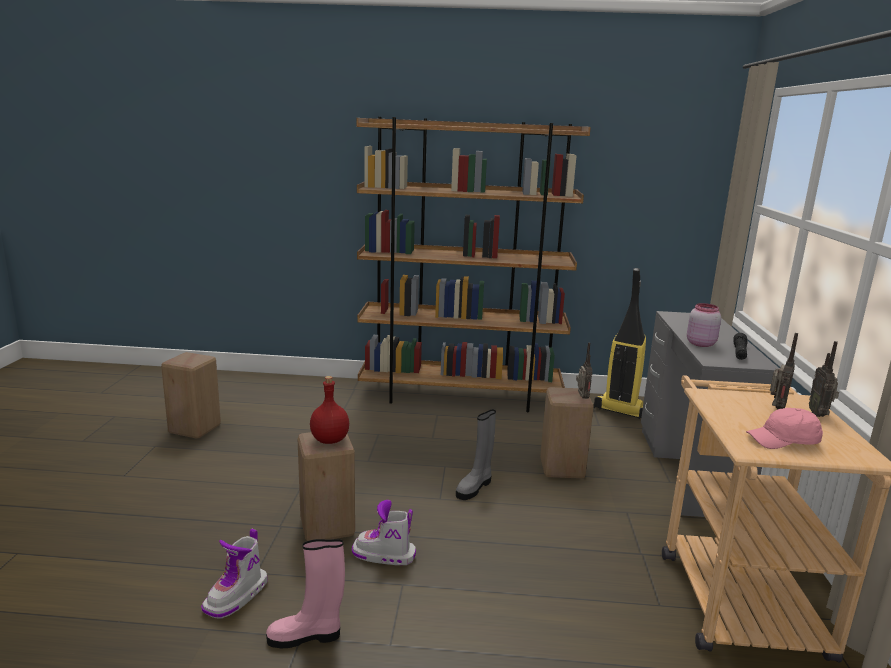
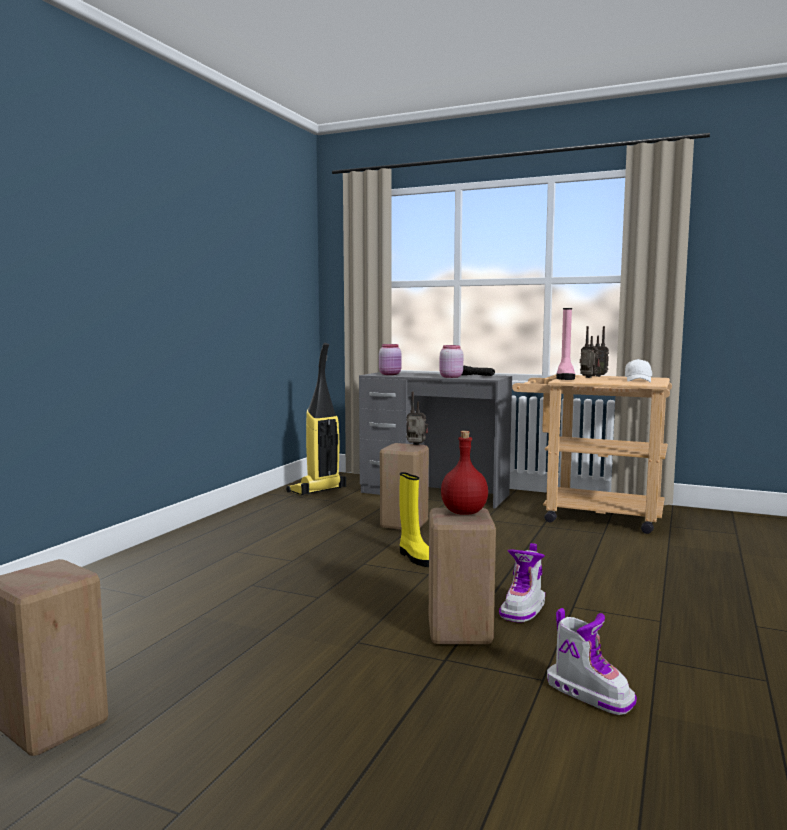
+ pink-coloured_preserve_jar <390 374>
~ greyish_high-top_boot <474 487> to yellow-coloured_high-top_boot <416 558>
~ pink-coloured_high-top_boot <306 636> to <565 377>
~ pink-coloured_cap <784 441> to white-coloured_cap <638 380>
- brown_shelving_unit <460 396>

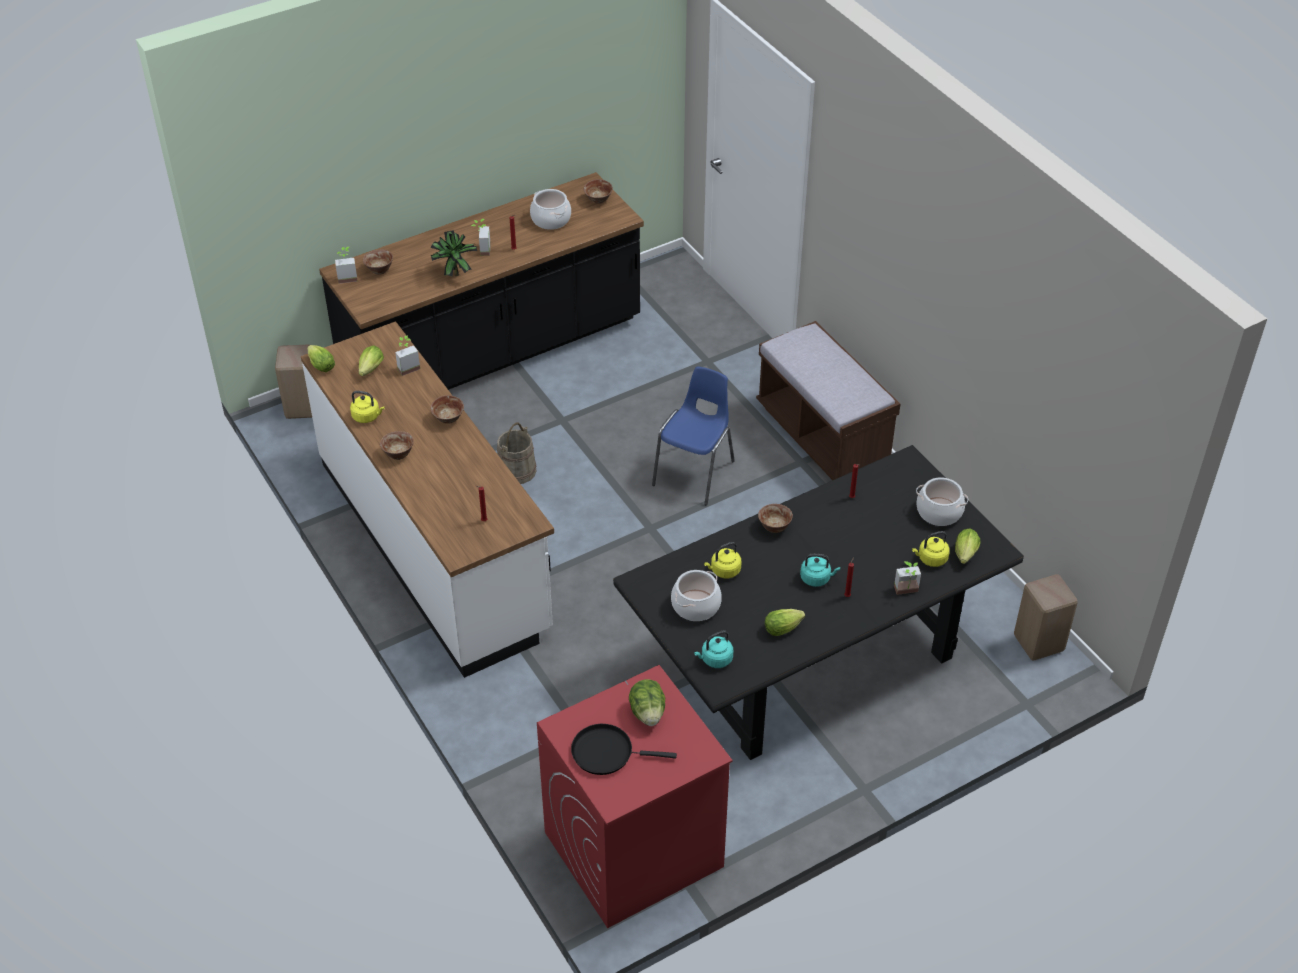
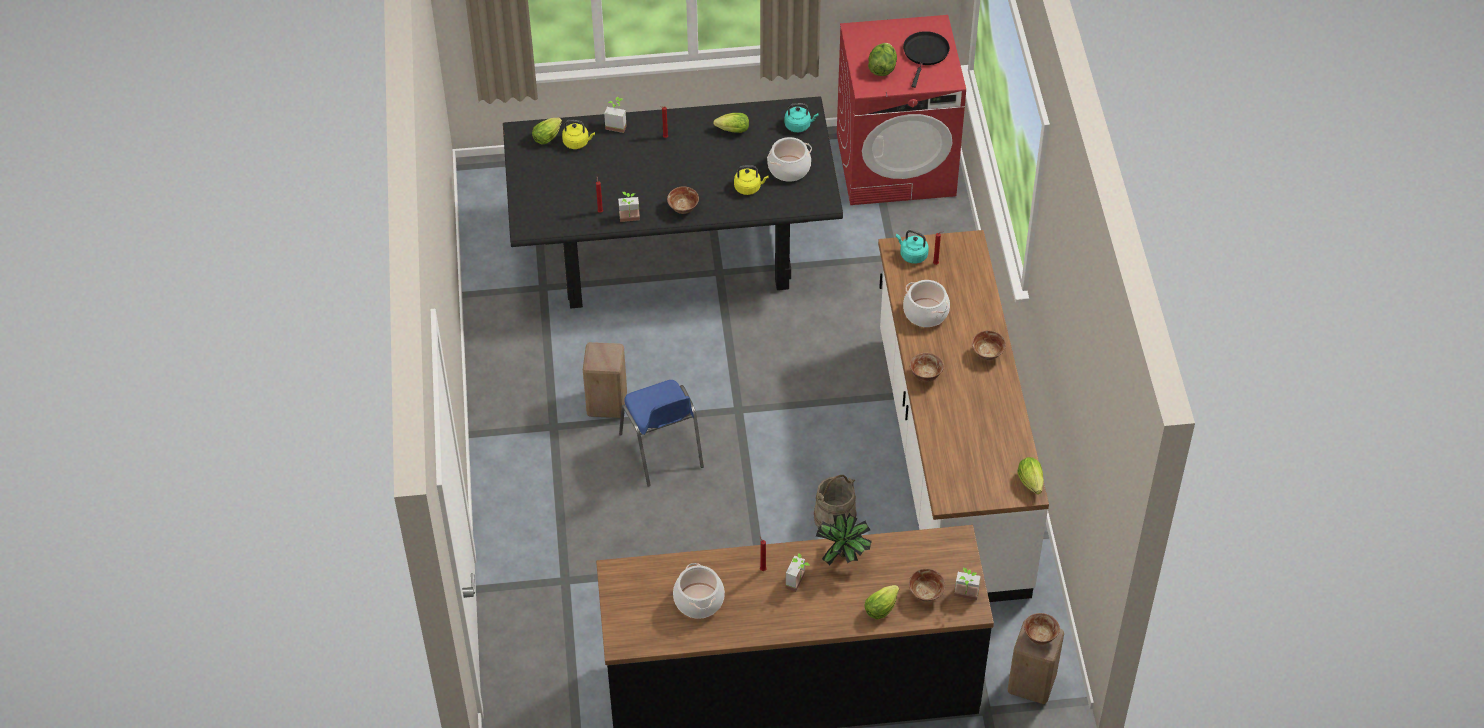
~ beige_sitting_stool <1038 644> to <608 403>
~ plant_in_a_pot <407 367> to <630 220>
~ blue-coloured_plain_chair <695 473> = <662 451> 75 degrees counterclockwise
~ head_of_lettuce <370 370> to <882 607>
~ blue-green_tea_kettle <817 578> to <912 255>
~ black-coloured_skillet <606 752> = <925 54> 105 degrees counterclockwise
~ stockpot <939 512> to <926 313>
~ deep_dish <598 200> to <1039 637>
- yellow-coloured_tea_kettle <367 416>
- brown_bench <822 435>

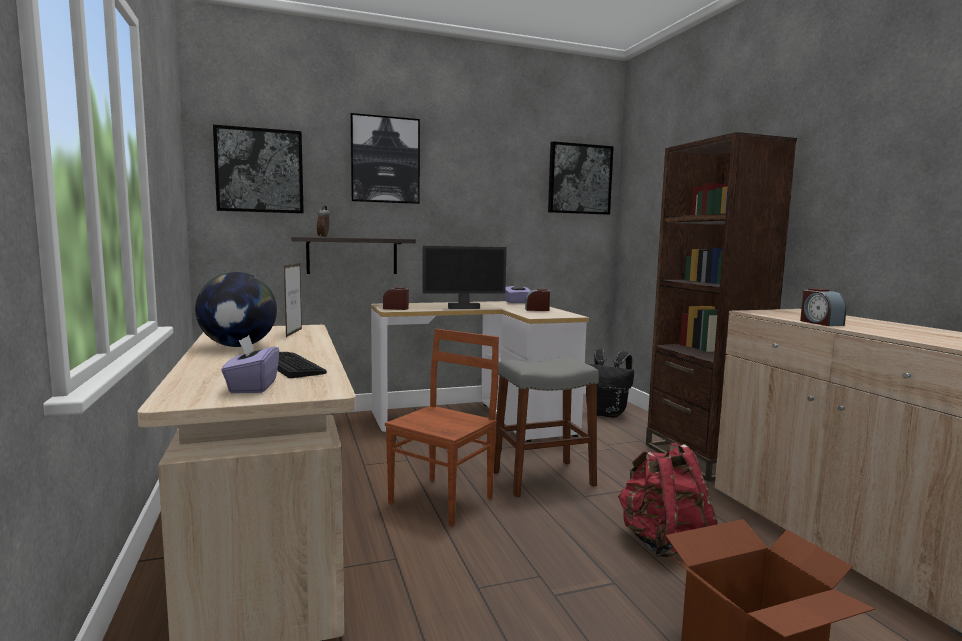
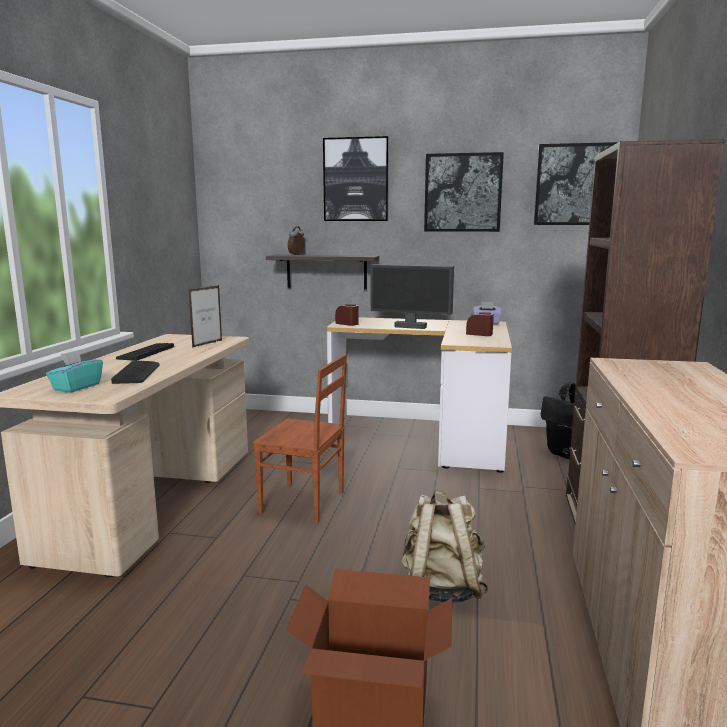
~ purplish_tissue_box <252 387> to blue-green_tissue_box <76 387>
~ globe <238 346> to PC_keyboard <145 352>
~ brown_plain_chair <443 500> = <303 503> 45 degrees clockwise
~ red_knapsack <662 543> to beige_knapsack <441 589>
~ wall_picture <259 171> to <463 193>
- greyish_sitting_stool <543 478>
- table_clock <820 323>

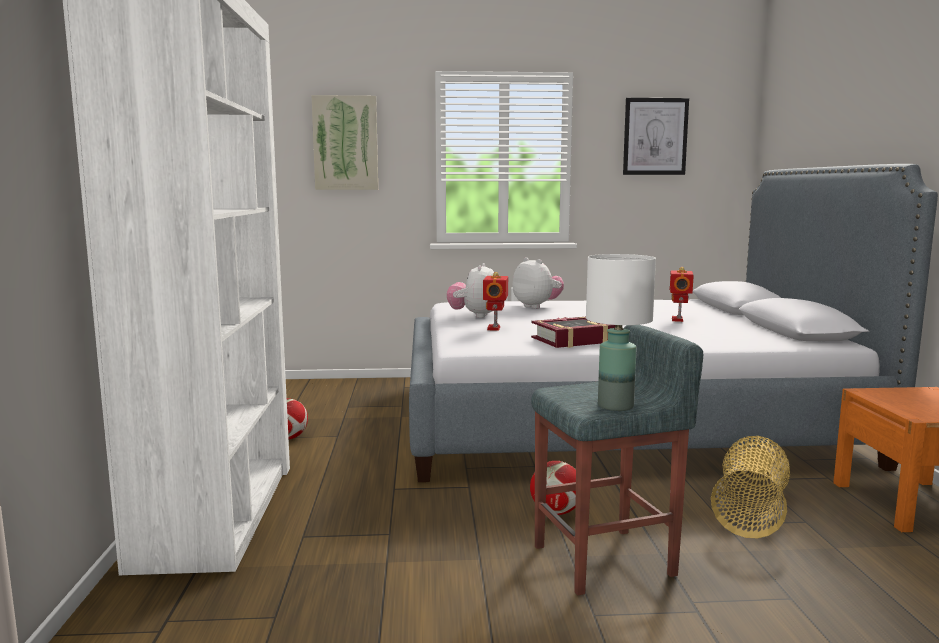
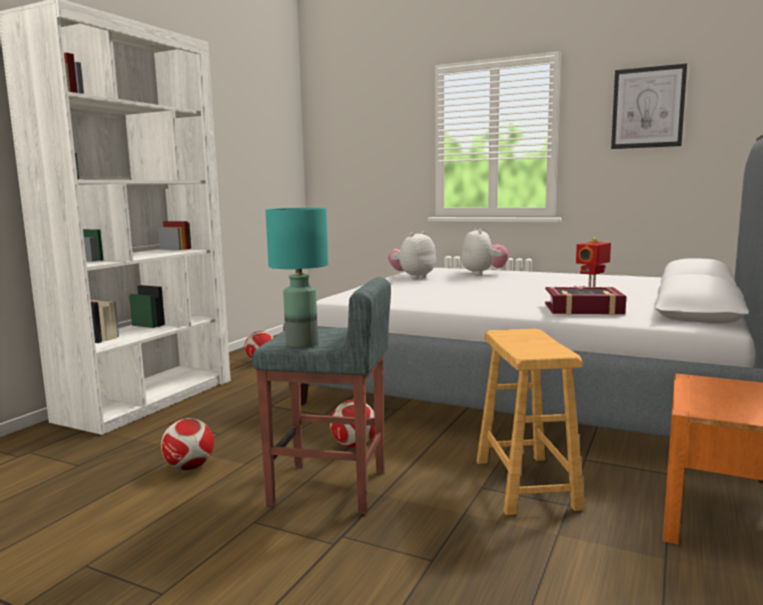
+ ball_for_football <189 467>
~ white-coloured_table_lamp <616 406> to blue-green_table_lamp <303 344>
~ storage_basket <751 511> to brown_sitting_stool <526 483>
~ book <573 340> to <583 309>
- wall_picture <345 143>
- robot_figure <495 328>

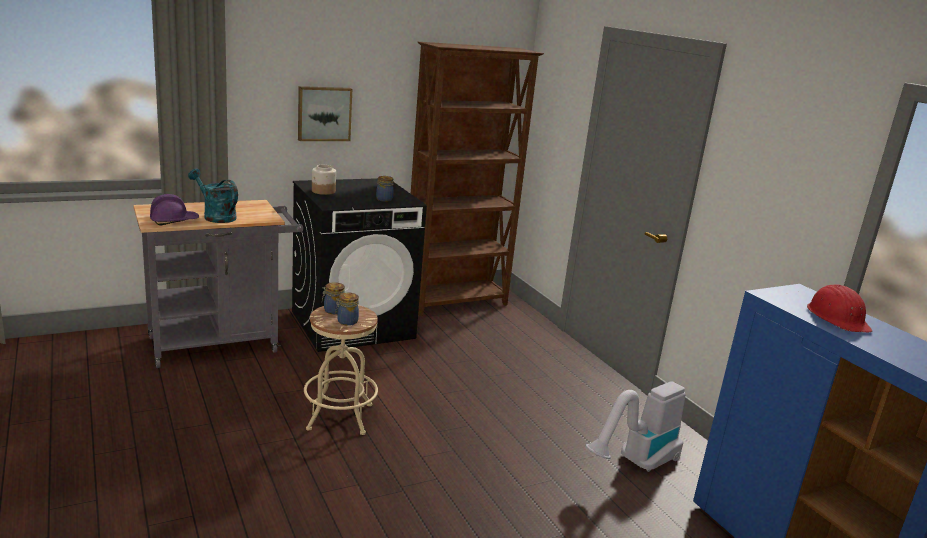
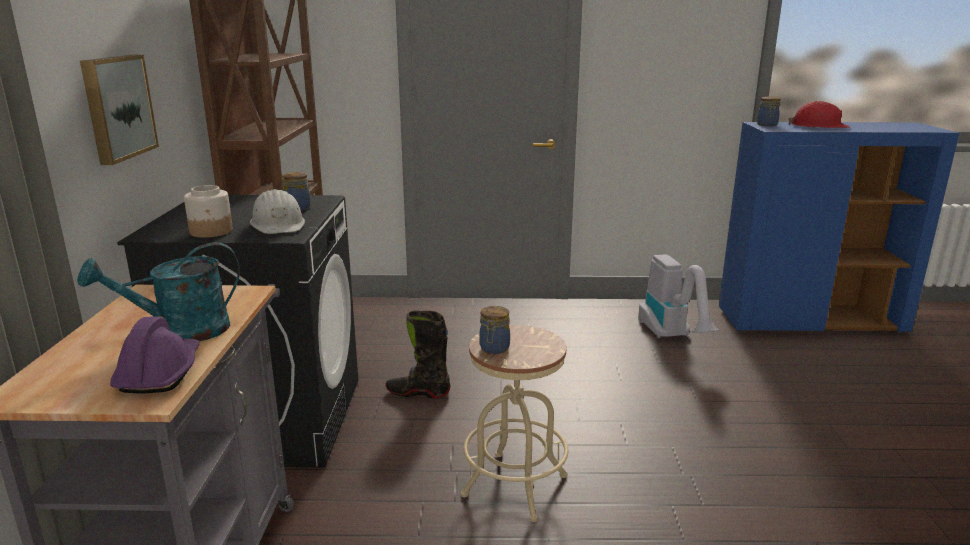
+ white-coloured_work_helmet <278 224>
+ black-coloured_high-top_boot <418 392>
~ preserve_jar <346 321> to <767 125>

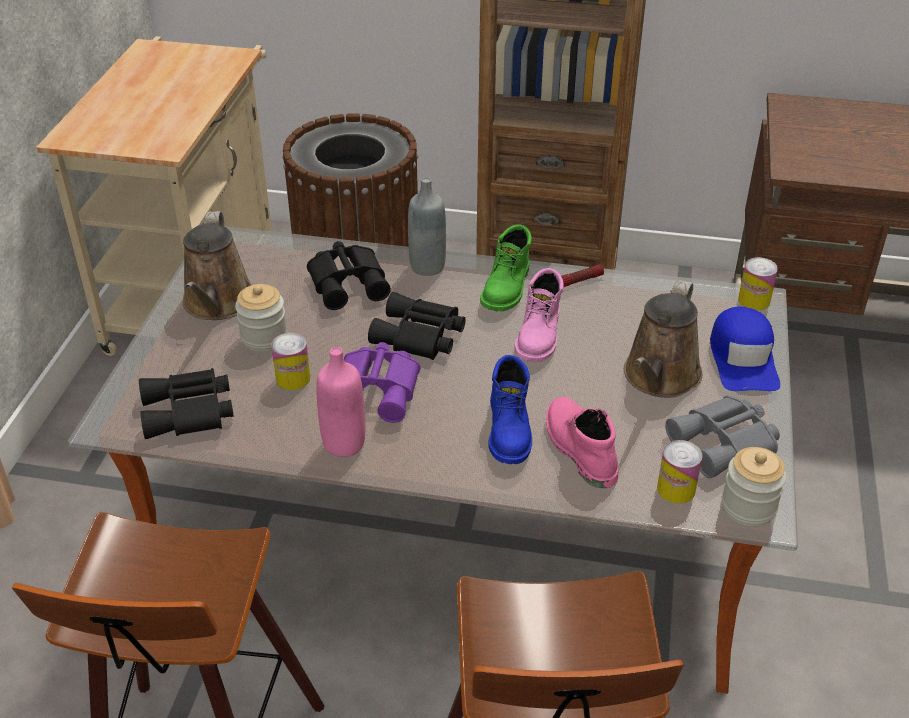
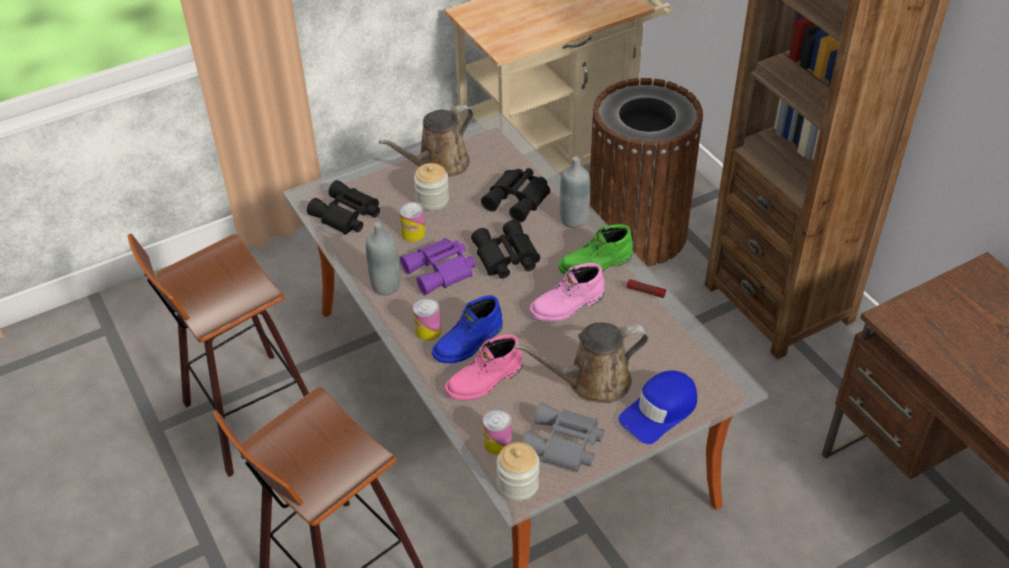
~ pink-coloured_drink_bottle <344 443> to greyish_drink_bottle <386 286>
~ can <754 300> to <428 330>
~ pink-coloured_high-top_boot <578 449> = <485 381> 150 degrees counterclockwise

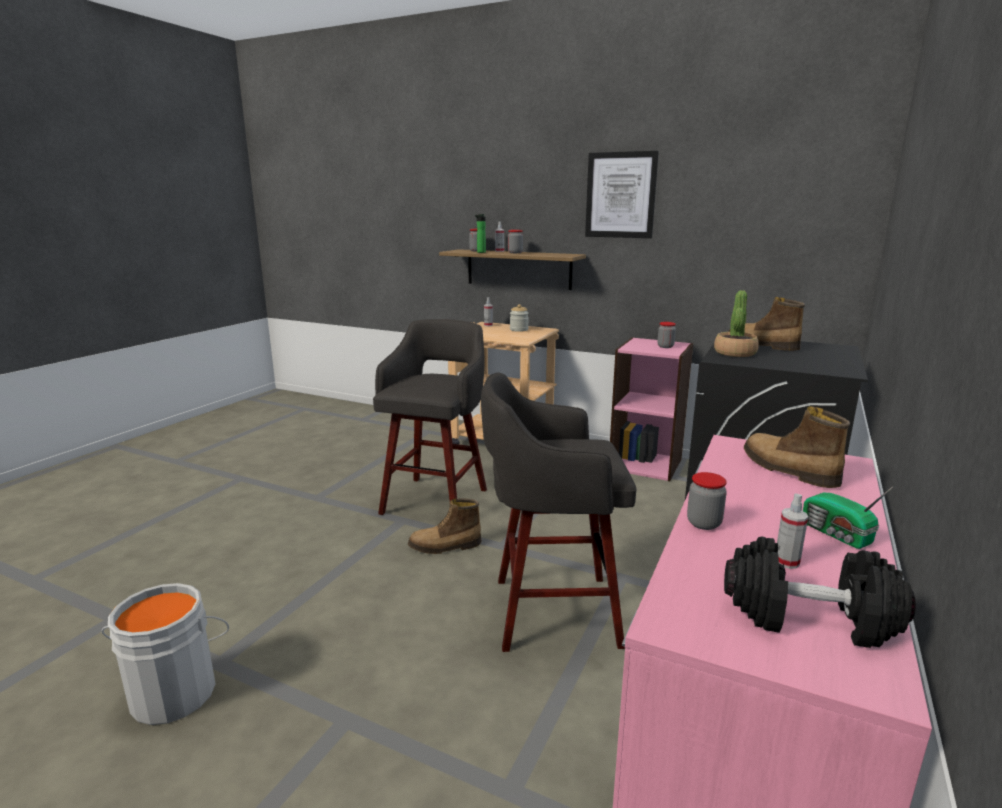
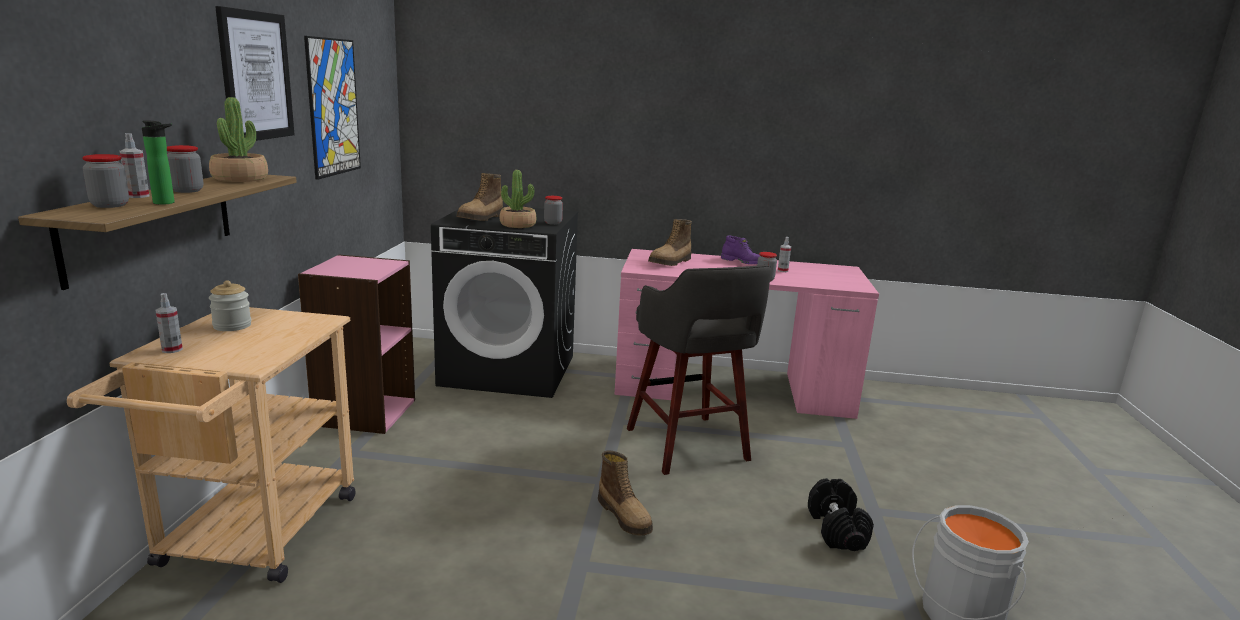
+ plant_in_a_pot <240 179>
+ wall_picture <333 107>
~ preserve_jar <665 346> to <553 223>
~ radio <837 534> to purplish_high-top_boot <743 262>
~ black-coloured_hand_weight <808 618> to <837 530>
- greyish_sitting_stool <436 499>

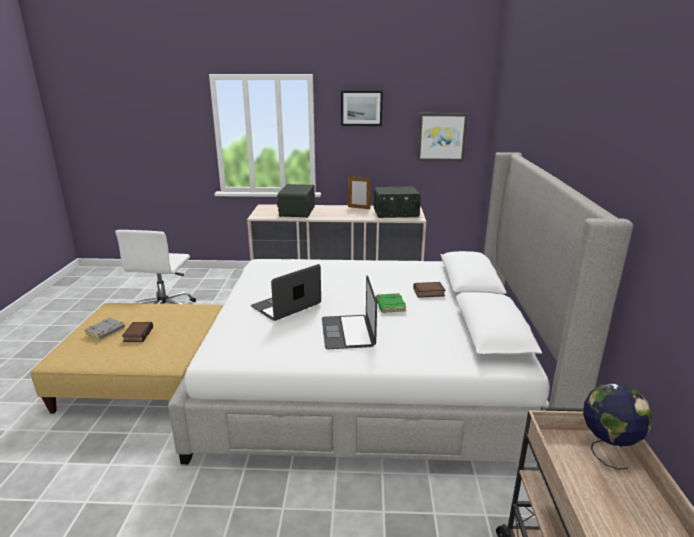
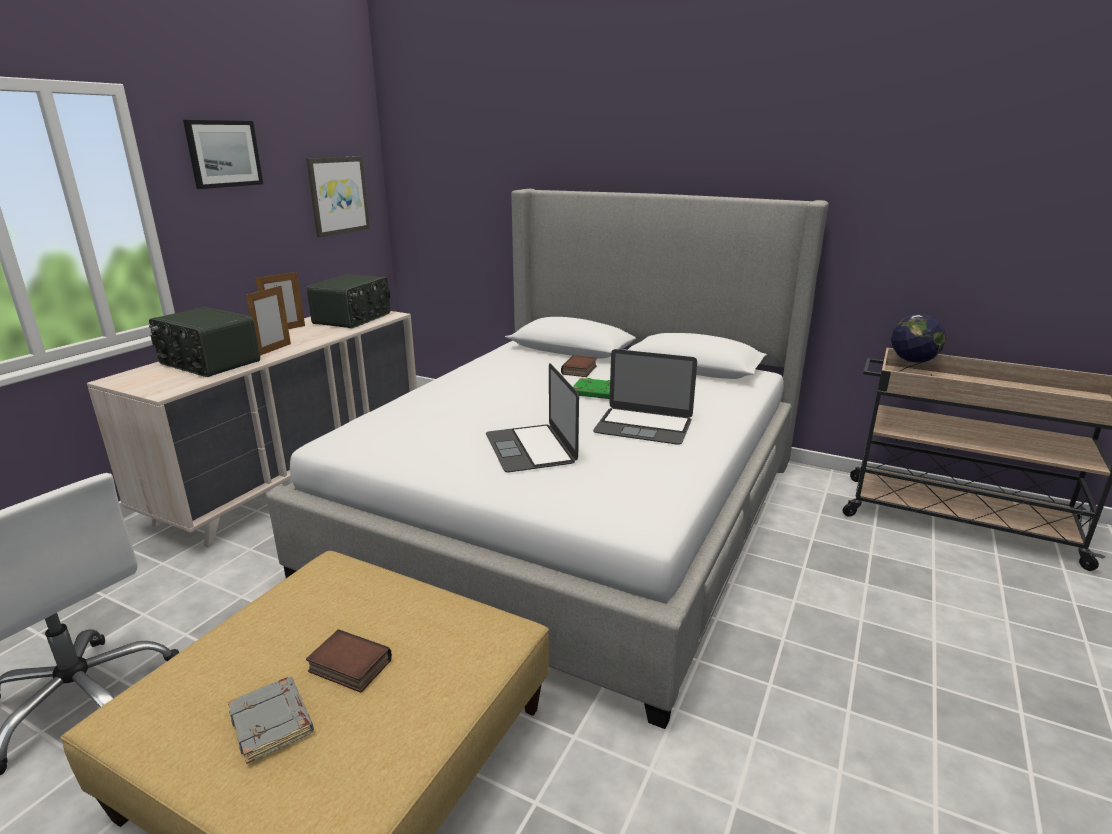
+ picture_frame <274 350>

